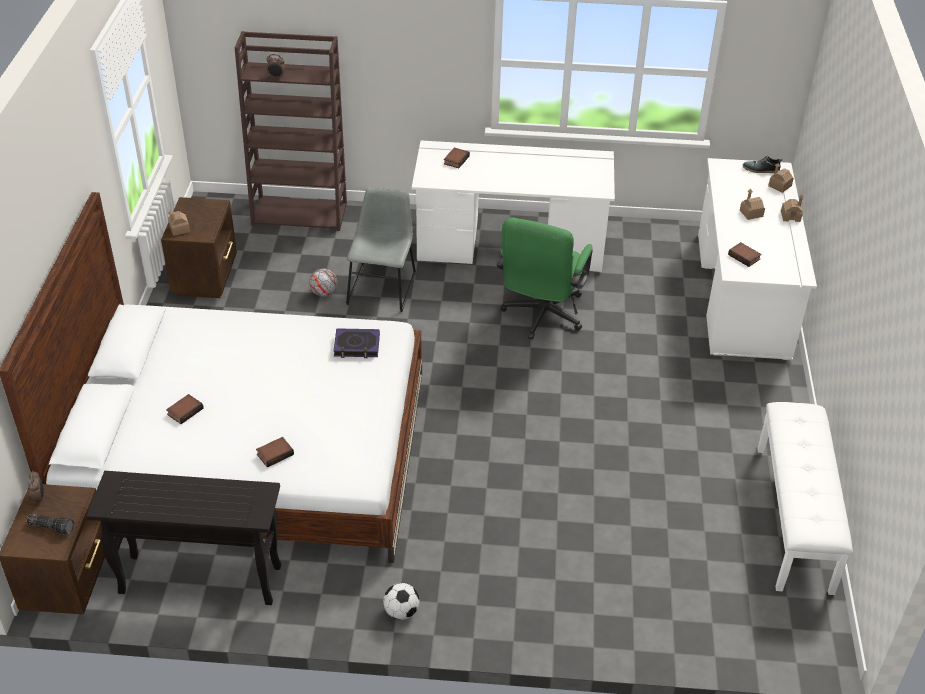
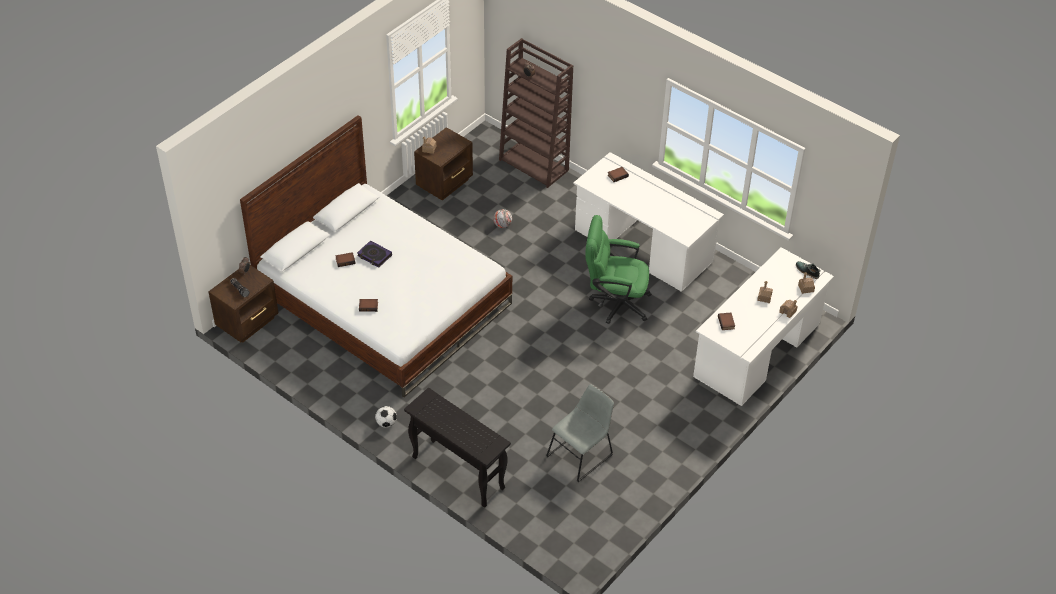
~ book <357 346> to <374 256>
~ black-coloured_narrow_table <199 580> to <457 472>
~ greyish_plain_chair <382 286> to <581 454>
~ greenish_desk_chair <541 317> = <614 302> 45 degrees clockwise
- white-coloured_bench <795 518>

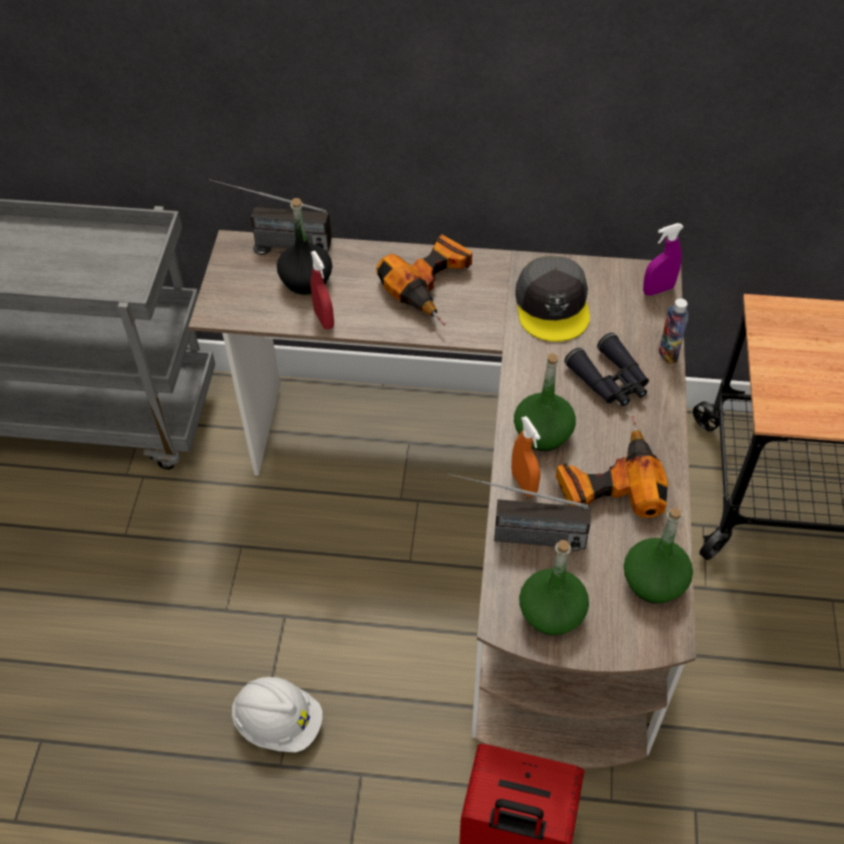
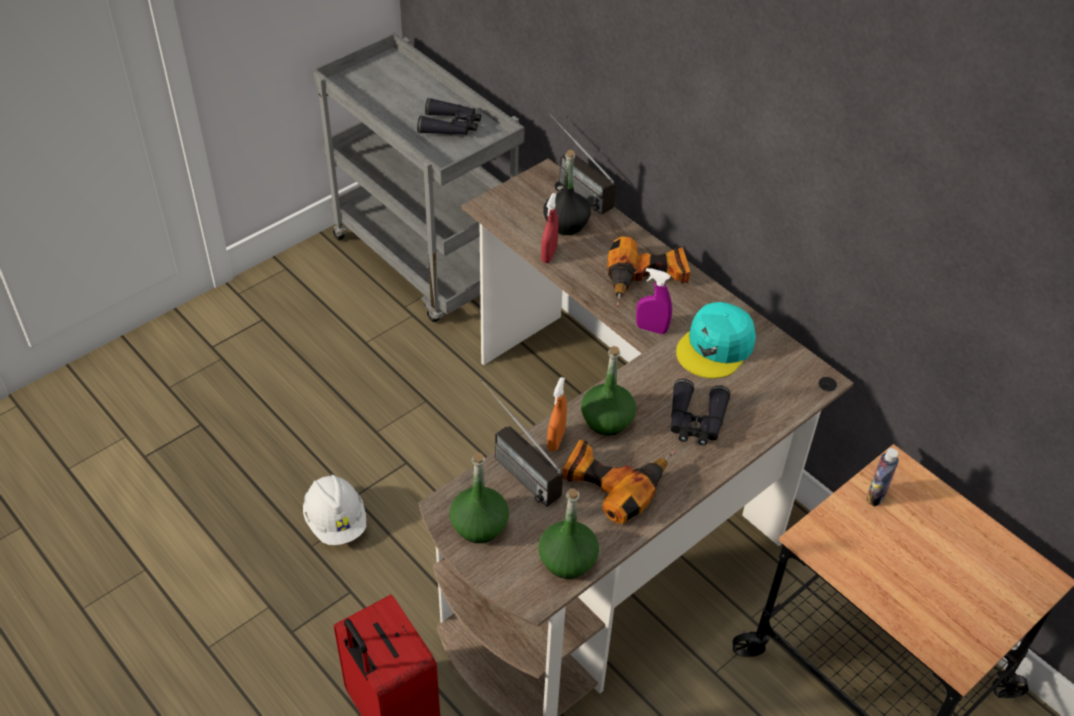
+ black-coloured_pair_of_binoculars <451 126>
~ purplish_hand_sprayer <658 290> to <651 329>
~ greyish_cap <552 305> to blue-green_cap <716 347>
~ drink_bottle <668 353> to <875 496>

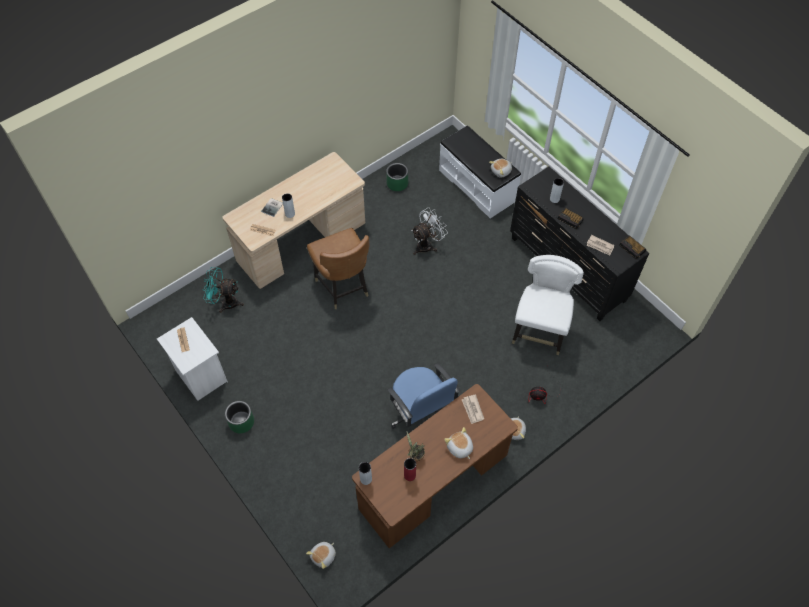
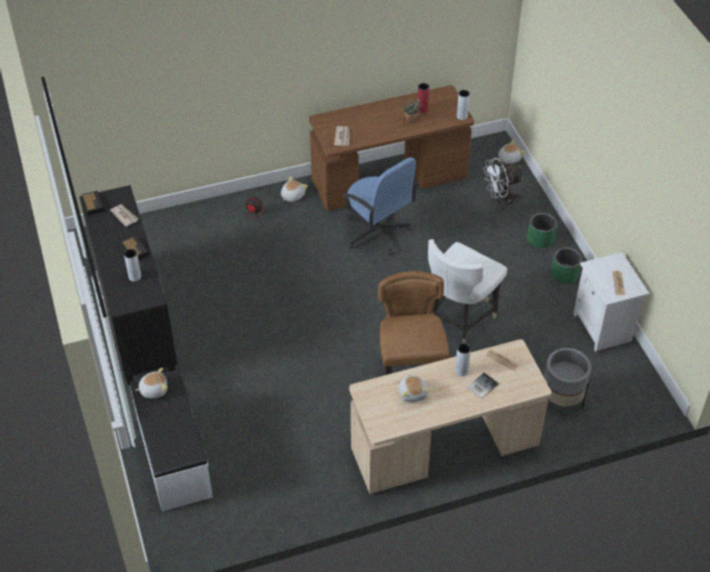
~ blue-coloured_desk_chair <420 413> = <376 232> 150 degrees clockwise
~ plush_toy <459 448> to <413 393>
~ white-coloured_plain_chair <539 332> to <459 319>
~ white-coloured_fan <427 244> to <500 201>
~ greenish_flower_pot <397 183> to <540 239>
~ blue-green_fan <225 302> to greyish_flower_pot <561 400>

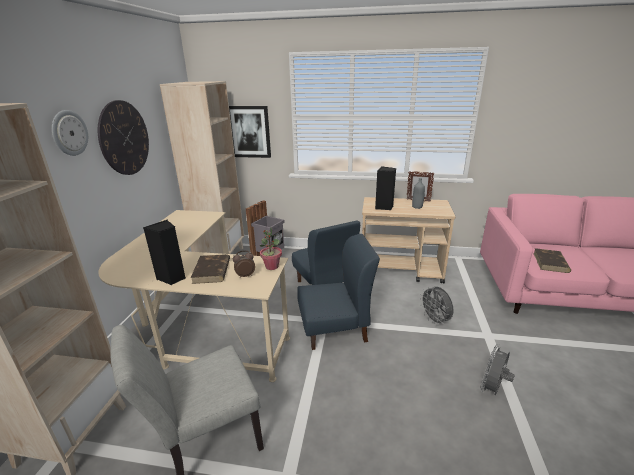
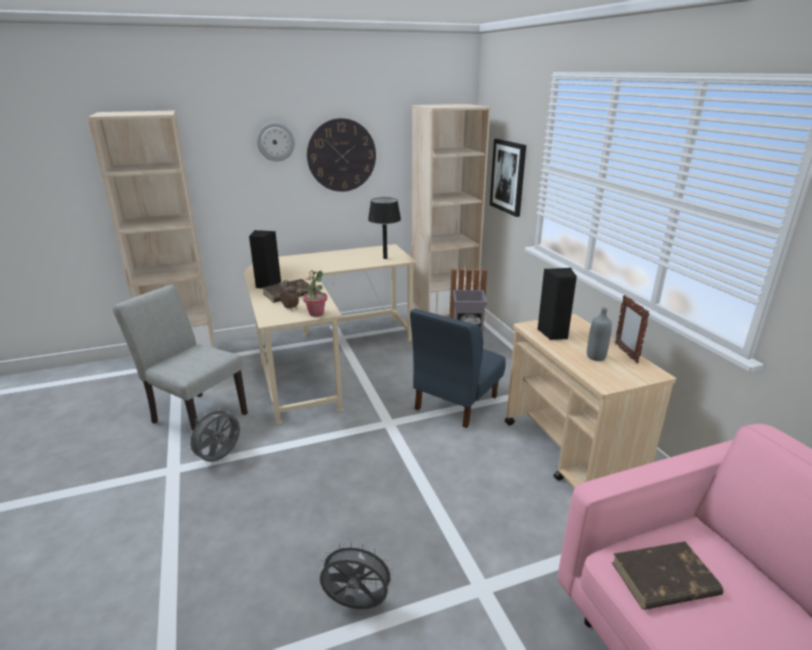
~ greyish_fan <435 320> to <220 458>
+ black-coloured_table_lamp <385 258>
- blue-coloured_plain_chair <334 329>

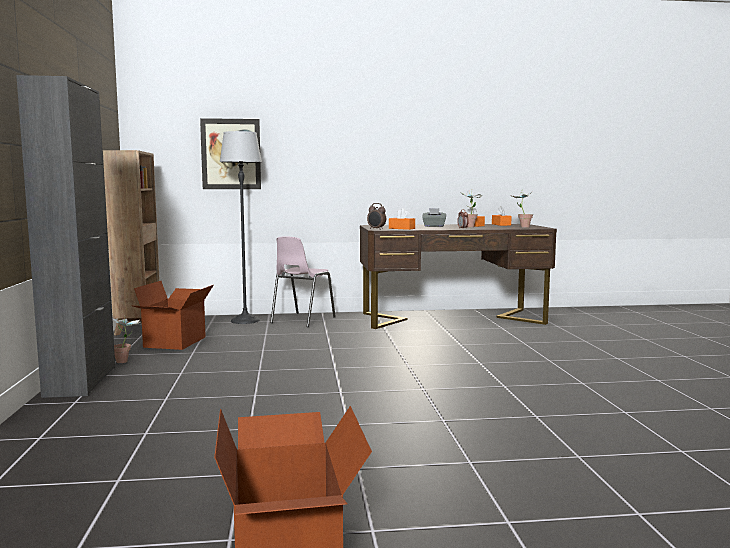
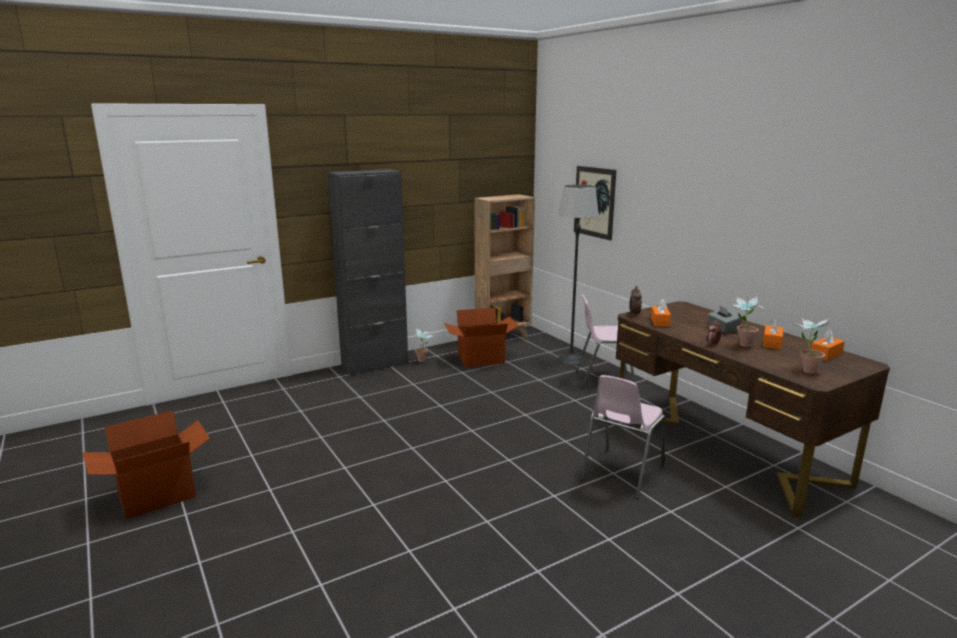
+ pink-coloured_plain_chair <621 473>

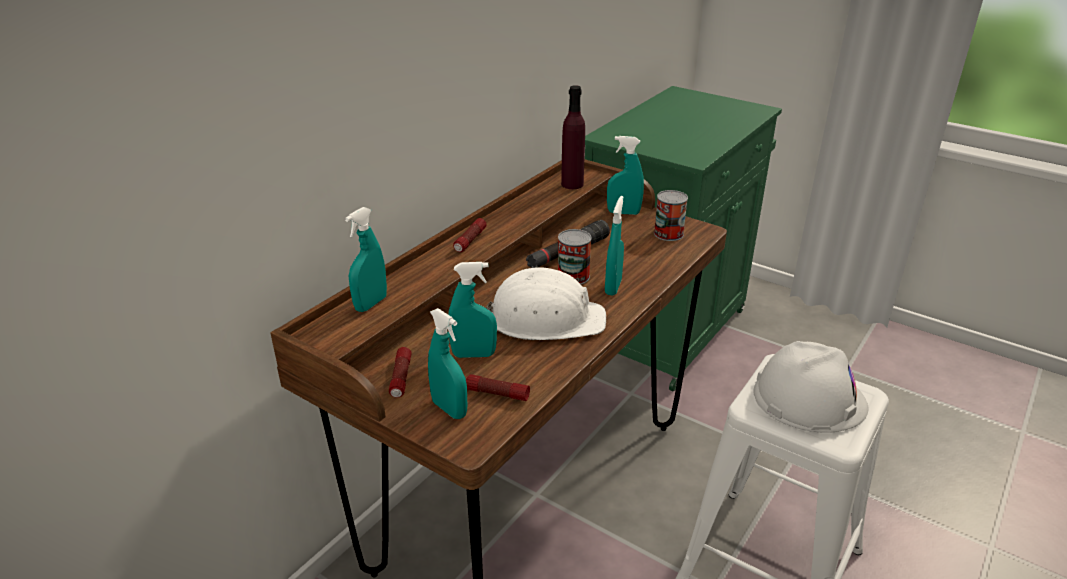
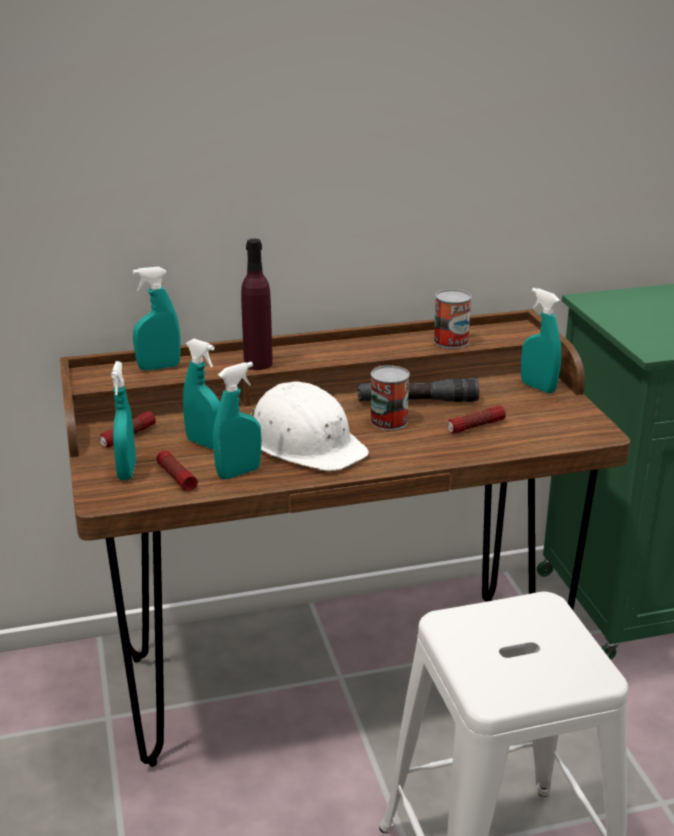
~ blue-green_hand_sprayer <613 287> to <239 473>
~ purplish_drink_bottle <572 184> to <258 363>
~ can <668 233> to <451 341>
~ torch <470 241> to <475 426>
- white-coloured_work_helmet <809 398>

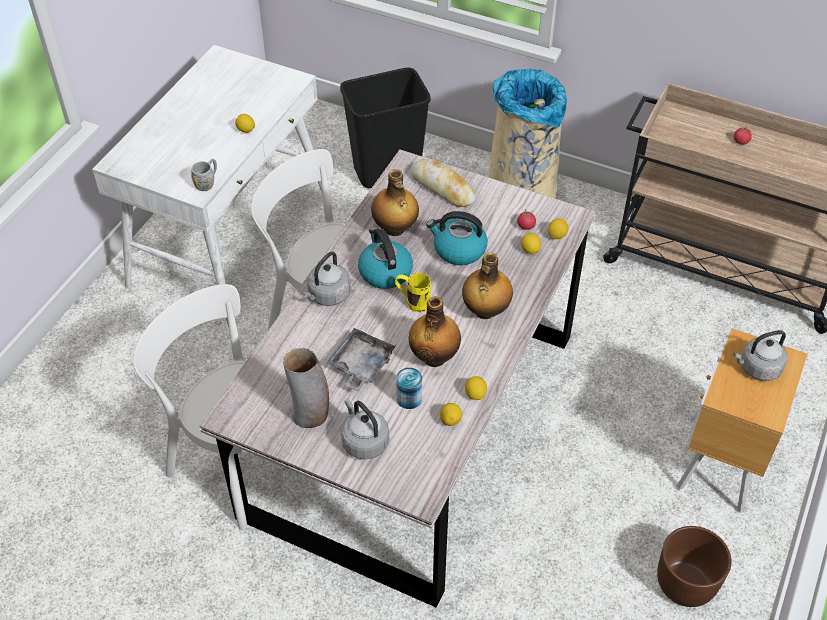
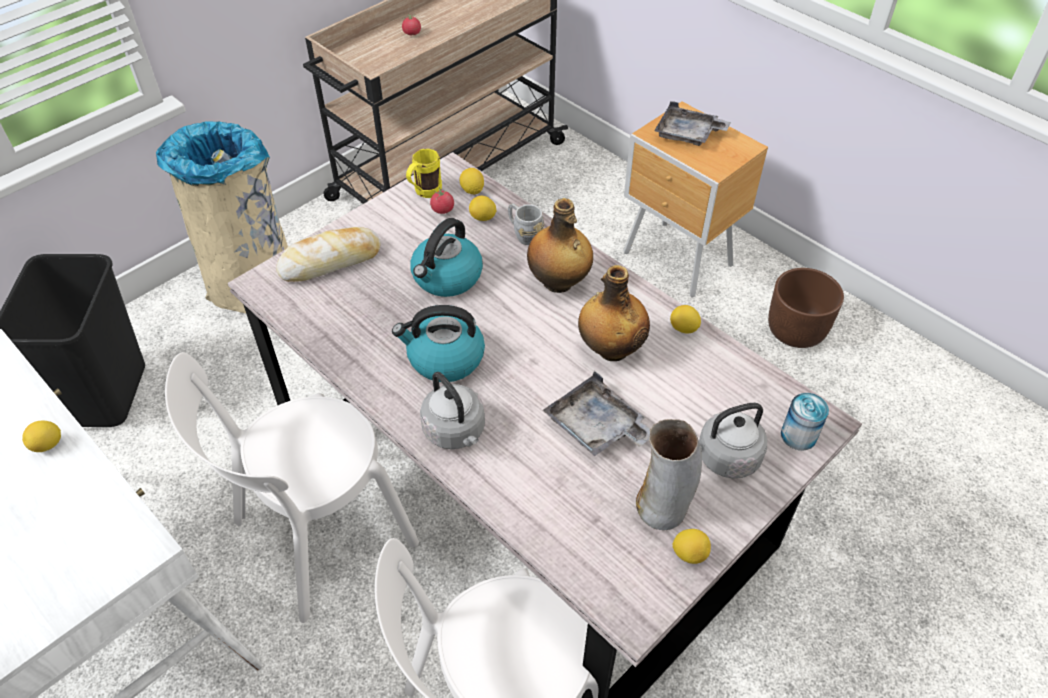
~ yellow-coloured_coffee_mug <413 303> to <424 193>
~ greyish_coffee_mug <207 182> to <524 234>
~ greyish_tea_kettle <757 368> to greyish_serving_tray <688 134>
~ citrus_fruit <450 420> to <689 554>
~ can <409 398> to <798 435>
- drink_bottle <395 229>

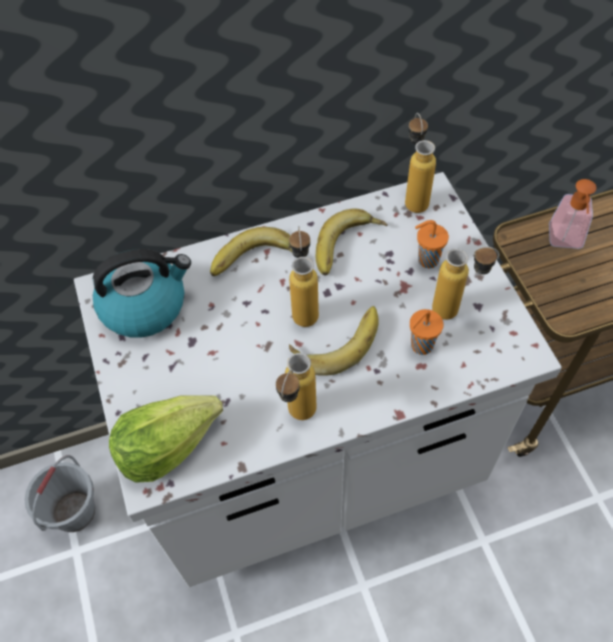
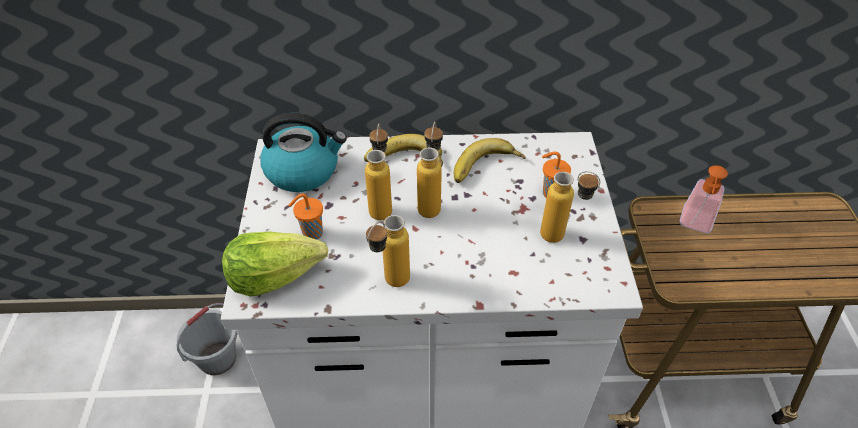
~ orange_small_cup <420 346> to <311 234>
~ drink_bottle <413 197> to <381 205>
- whole_banana <337 340>

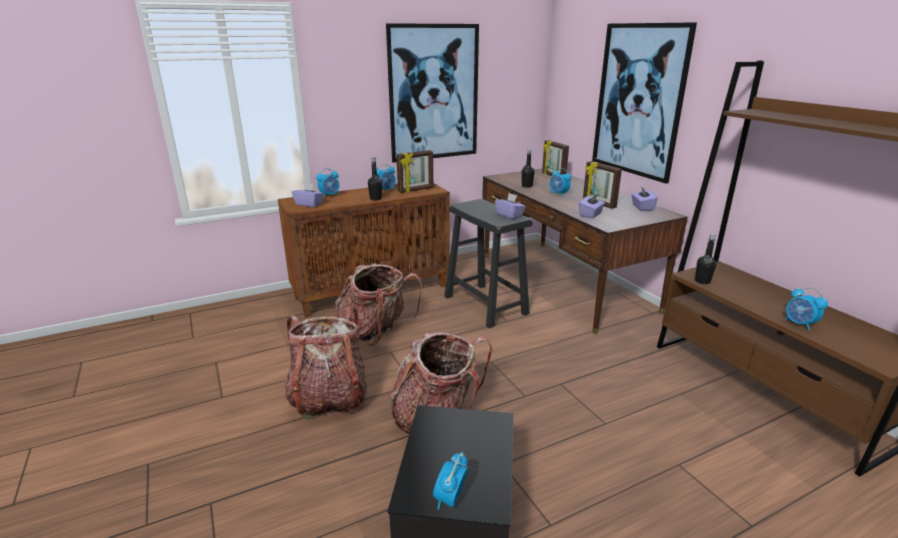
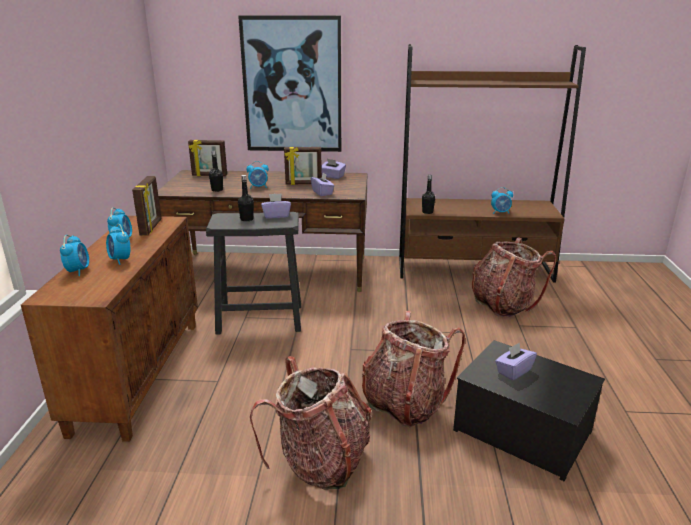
~ table_clock <450 499> to <120 260>
~ black-coloured_drink_bottle <375 199> to <247 219>
~ knapsack <376 331> to <503 304>
~ purplish_tissue_box <309 204> to <513 371>
- wall_picture <434 93>

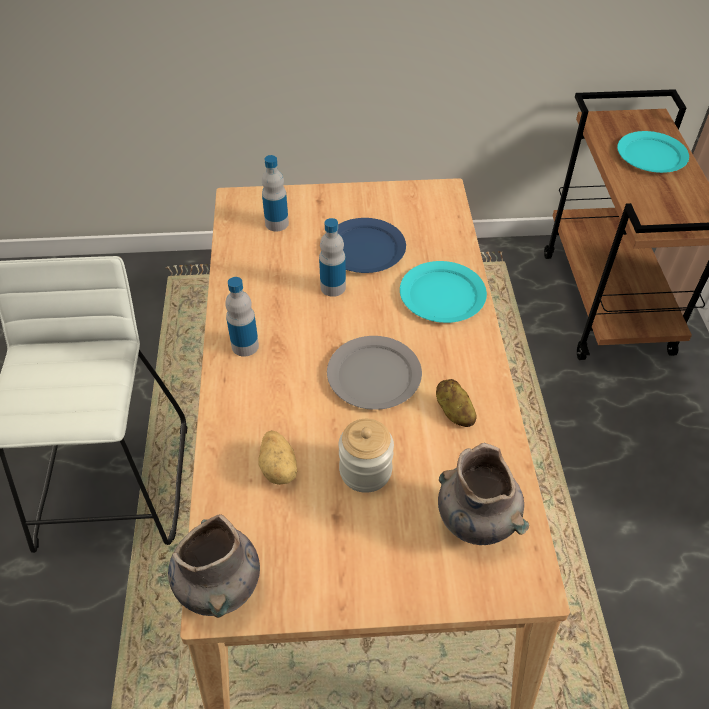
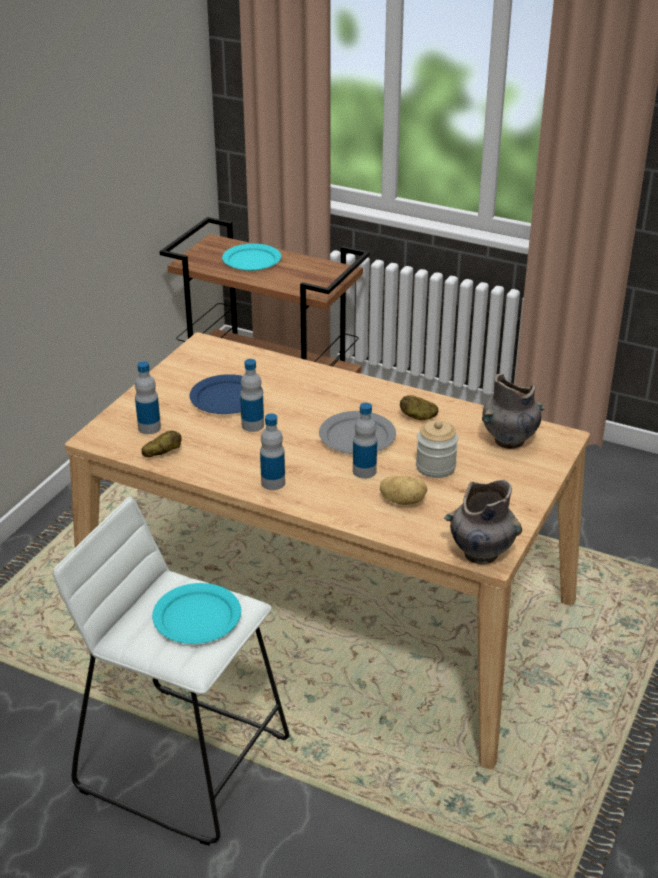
+ whole_potato <162 453>
~ blue-green_plate <441 294> to <196 617>
+ drink_bottle <364 471>

